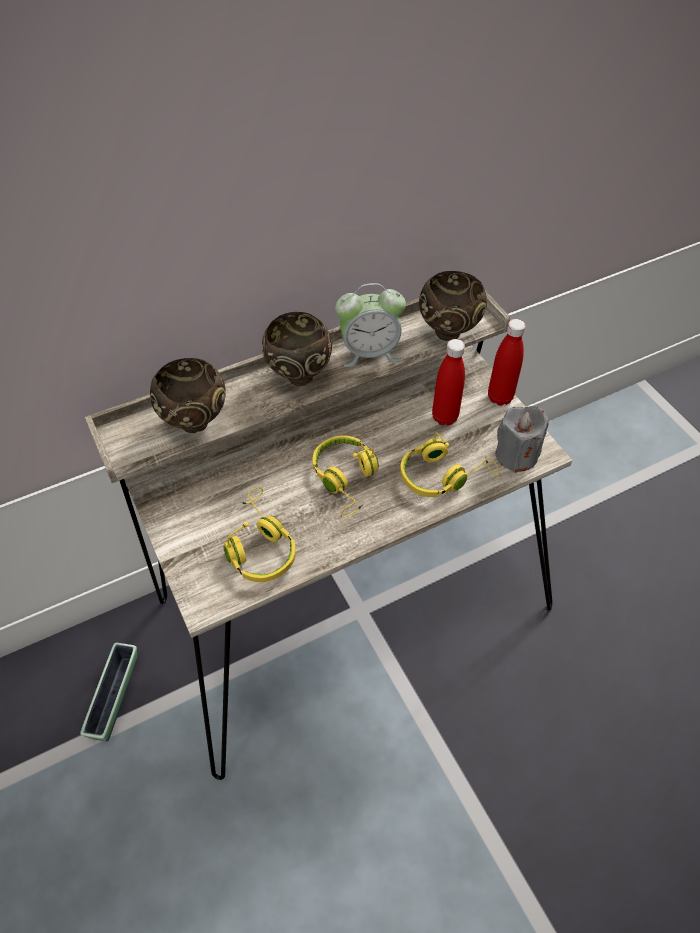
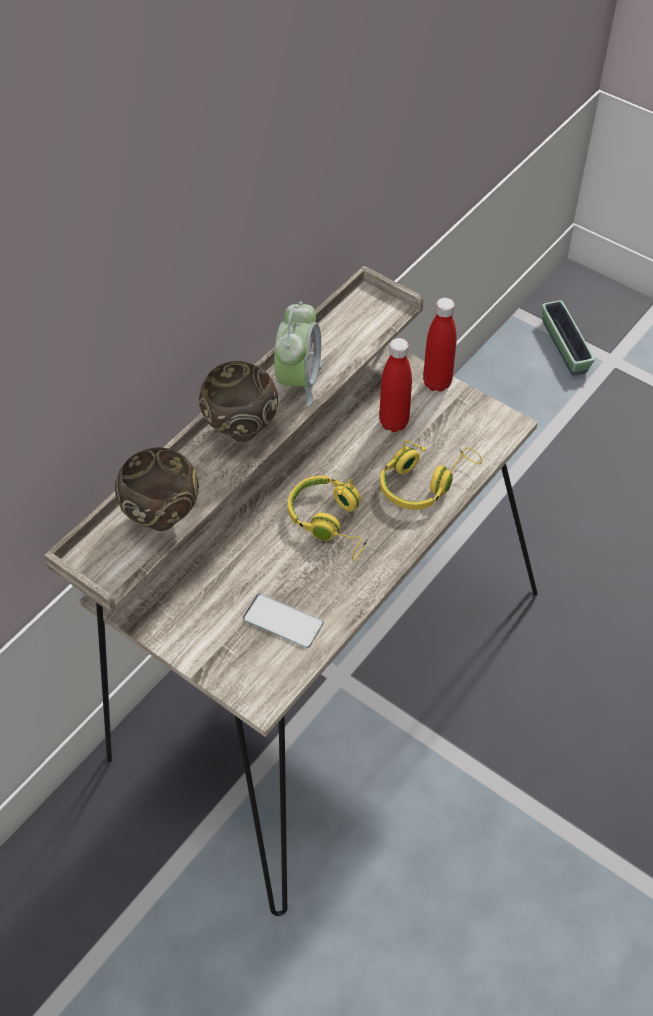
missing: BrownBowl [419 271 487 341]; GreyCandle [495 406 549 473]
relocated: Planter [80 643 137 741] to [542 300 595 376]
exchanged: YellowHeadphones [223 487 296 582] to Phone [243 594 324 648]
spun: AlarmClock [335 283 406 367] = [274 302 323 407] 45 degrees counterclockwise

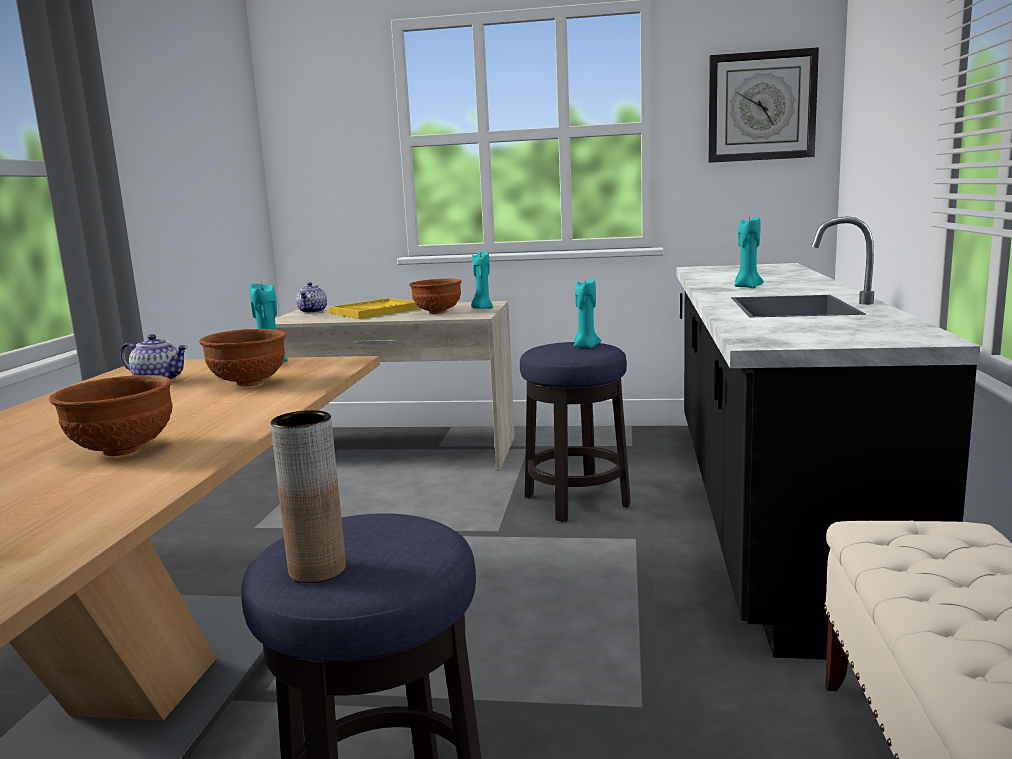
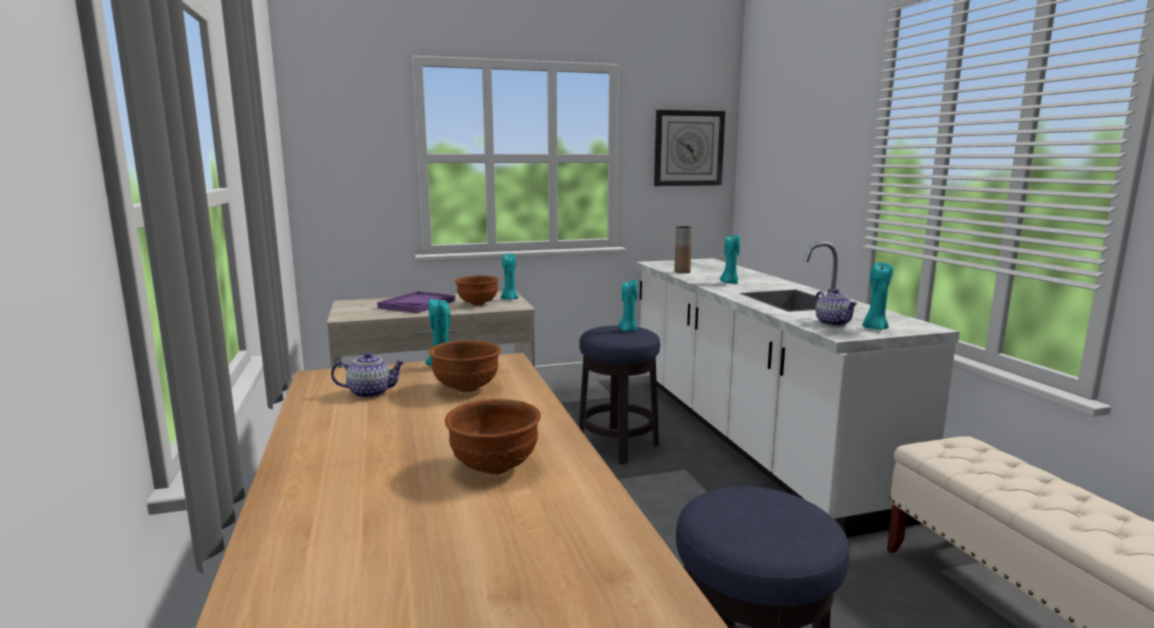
appeared: TurquoiseCandle [862 262 893 330]
relocated: Teapot [296 282 327 313] to [815 289 857 326]; BrownVase [270 410 346 583] to [674 226 692 273]
colour: BlackCounter [676 216 980 659] to WhiteCounter [636 242 960 537]; YellowTray [329 298 421 319] to PurpleTray [377 291 456 313]

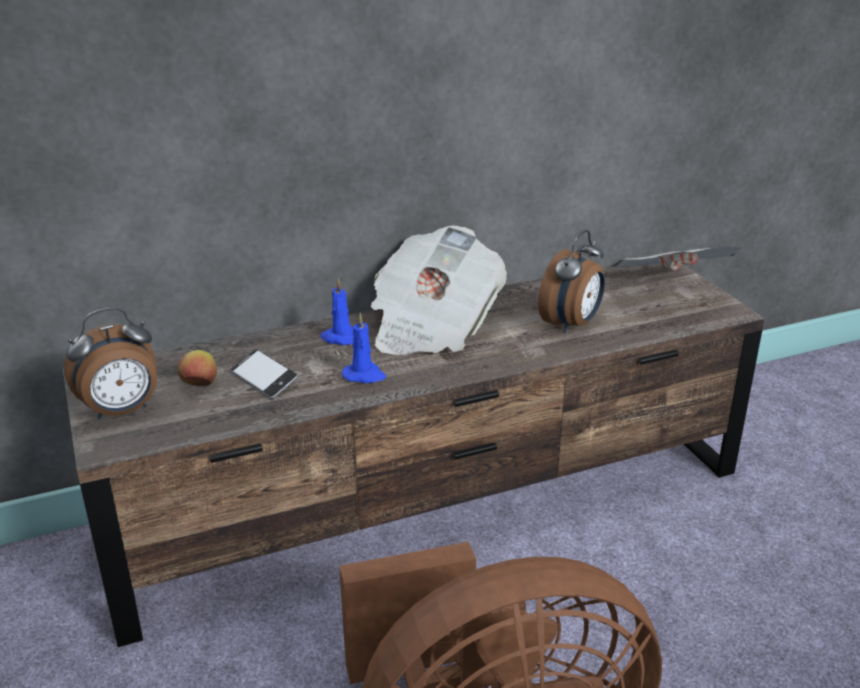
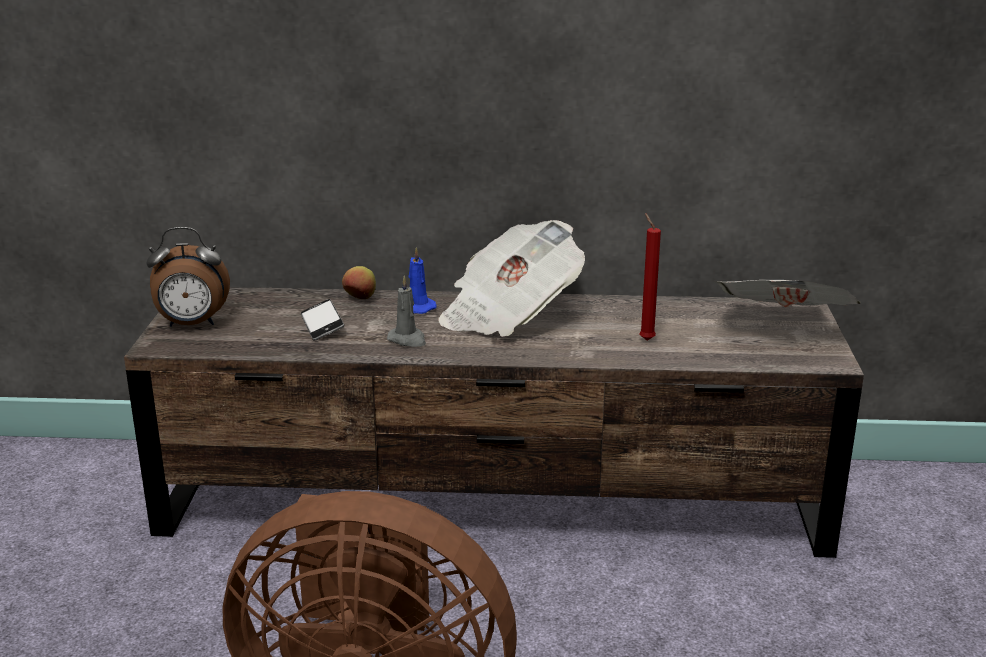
relocated: Apple [178 350 217 386] to [342 266 376 299]
exchanged: AlarmClock [538 230 605 333] to RedCandle [639 213 661 340]
colour: BlueCandle [342 313 386 383] to GreyCandle [387 275 426 347]

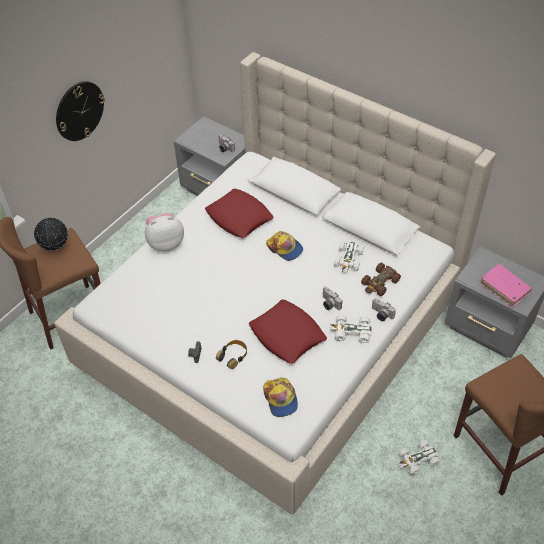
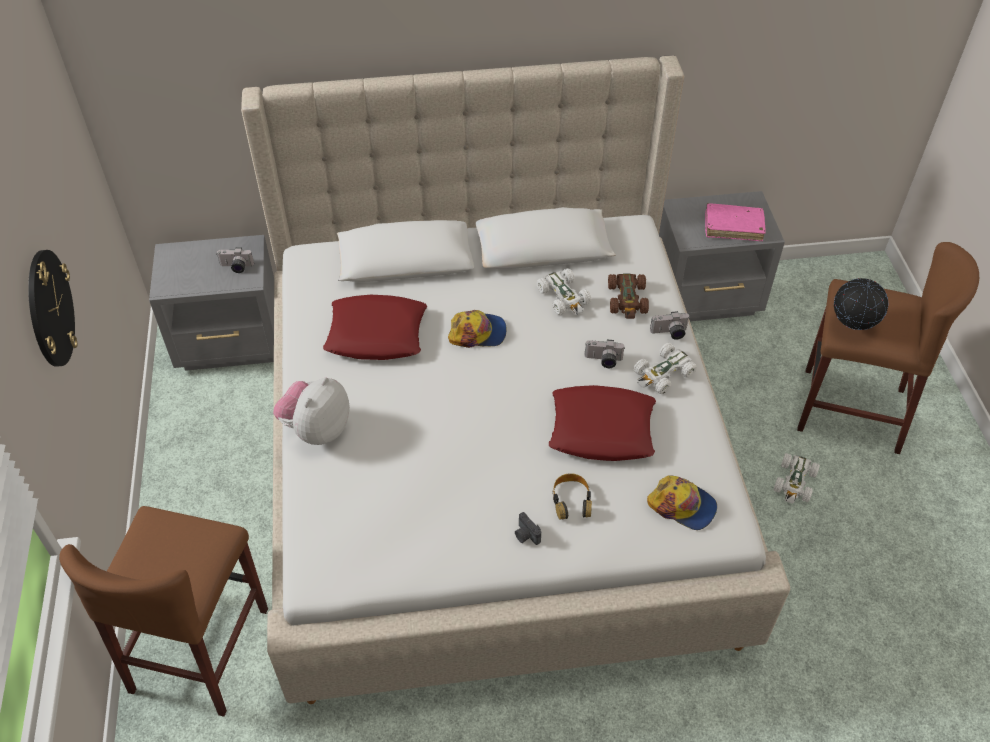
relocated: Globe [34 218 68 251] to [834 278 888 330]

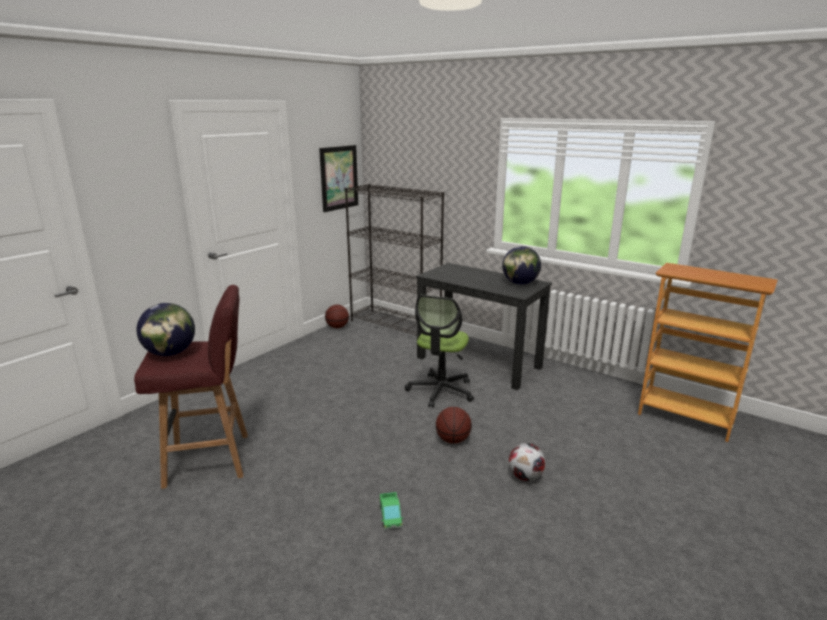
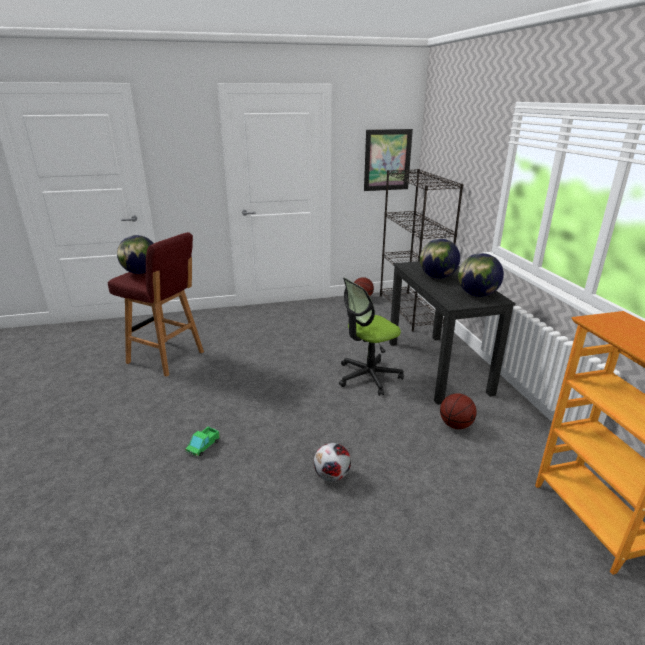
appeared: Globe [420 239 460 278]
relocated: Basketball [436 407 472 444] to [440 393 477 429]

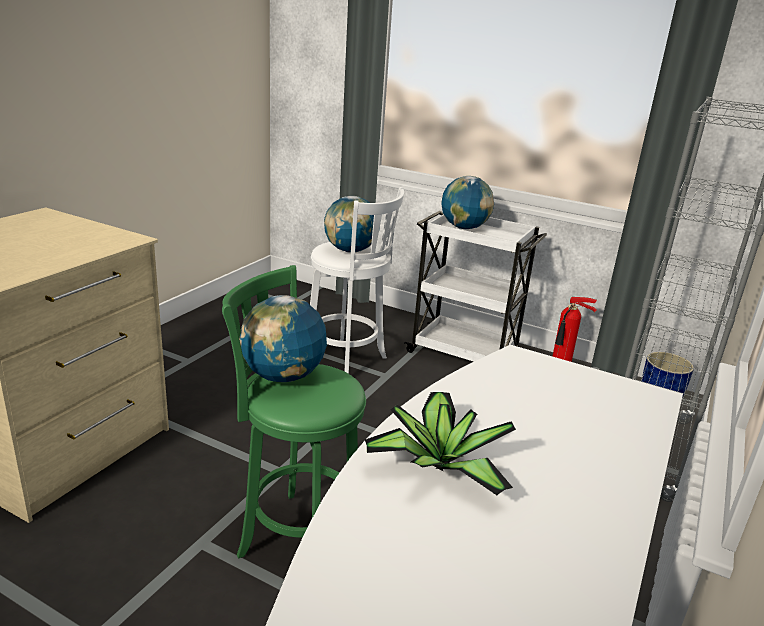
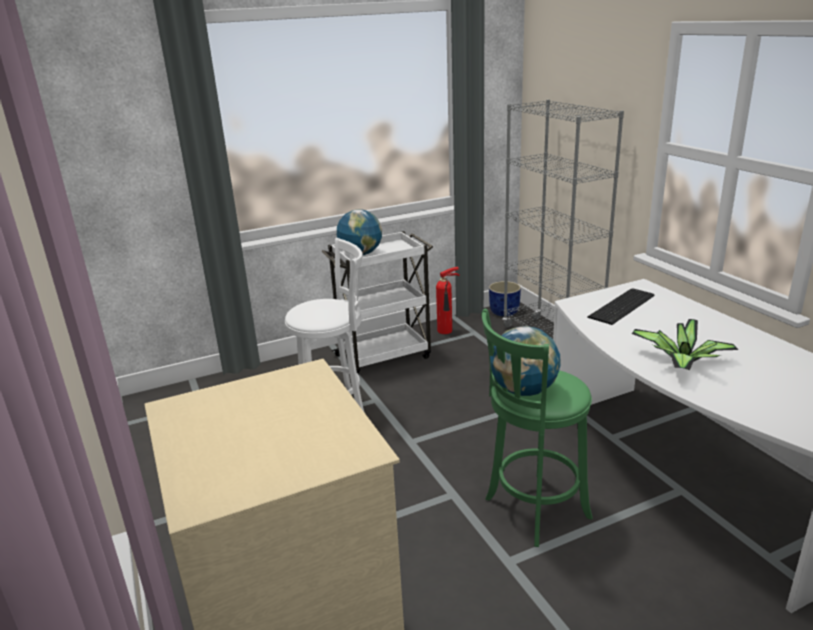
missing: Globe [324 196 380 253]
appeared: Keyboard [587 288 655 325]

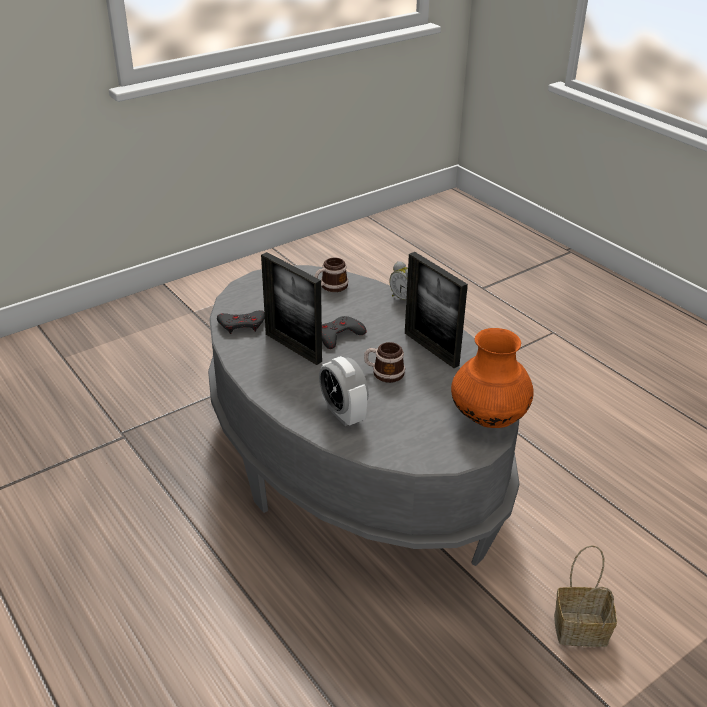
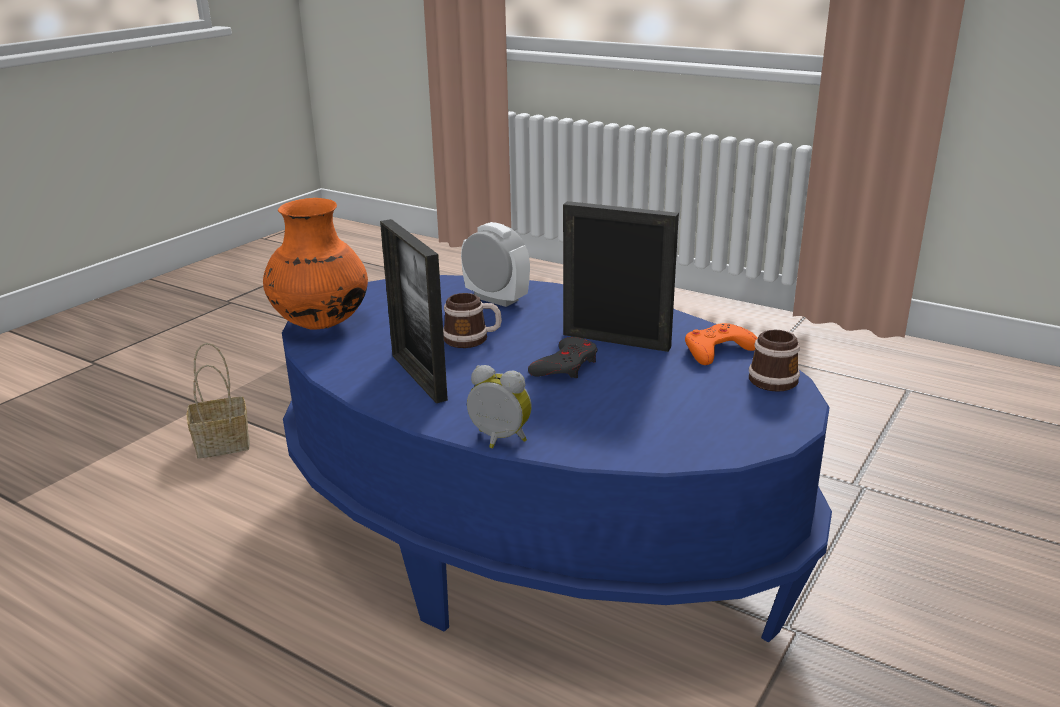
relocated: Mug [314 257 348 292] to [749 330 800 392]
colour: GreyCoffeeTable [208 265 520 566] to BlueCoffeeTable [282 275 832 642]; GreyGameController [217 310 265 334] to OrangeGameController [685 323 757 365]
spun: PictureFrame [405 252 468 368] = [380 219 448 403] 150 degrees counterclockwise

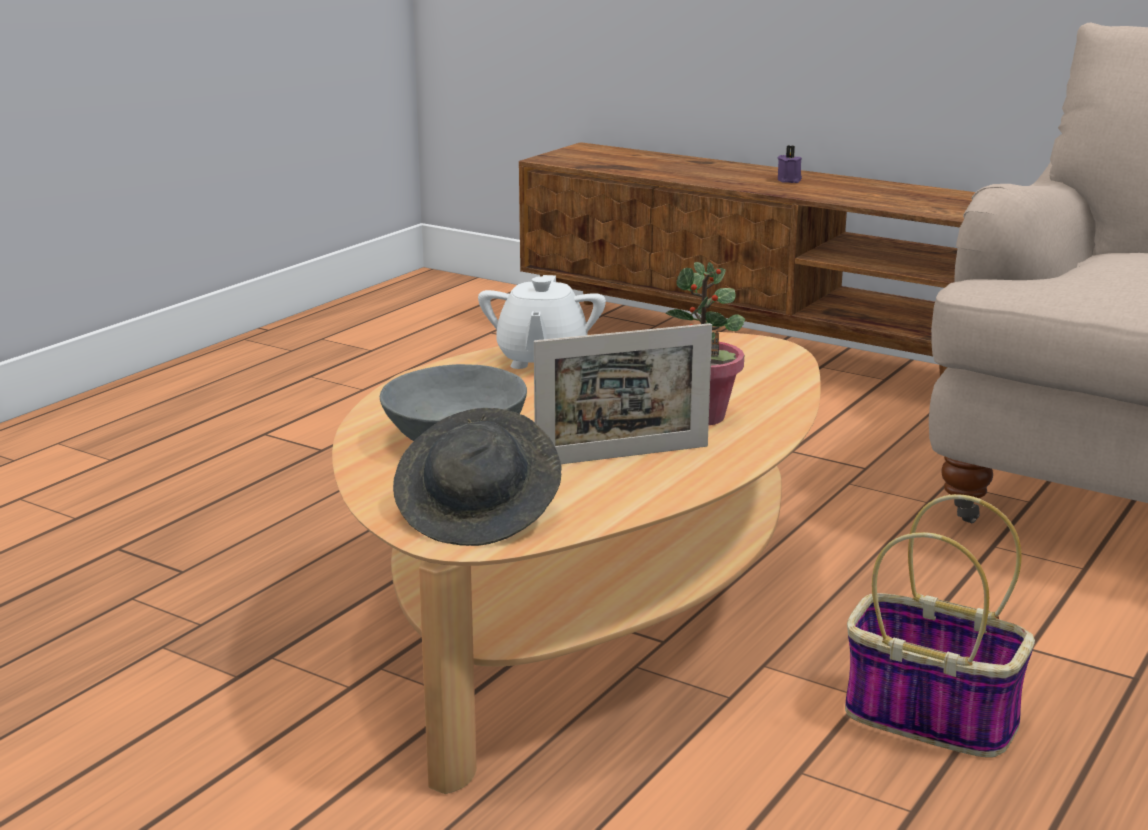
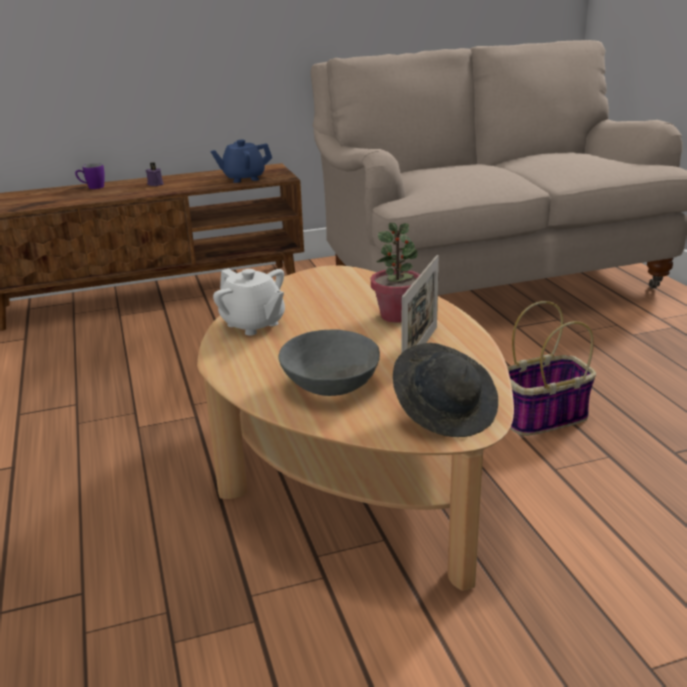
appeared: BlueTeapot [211 140 272 183]; PurpleMug [75 163 105 189]

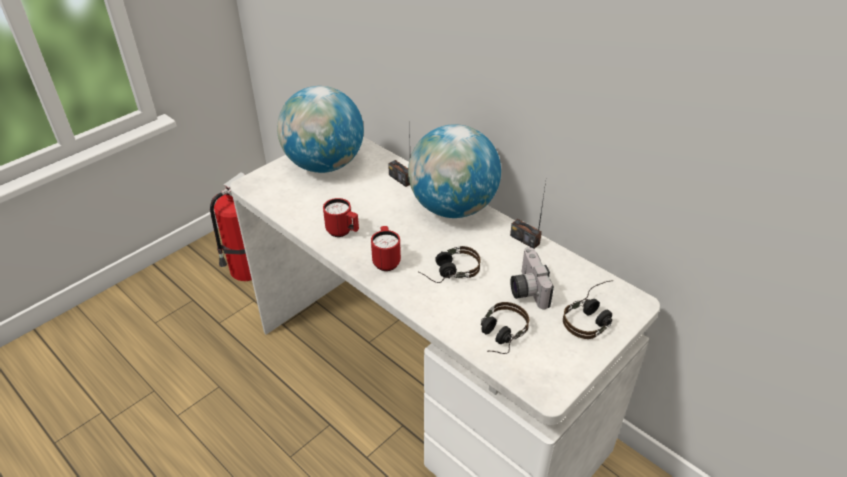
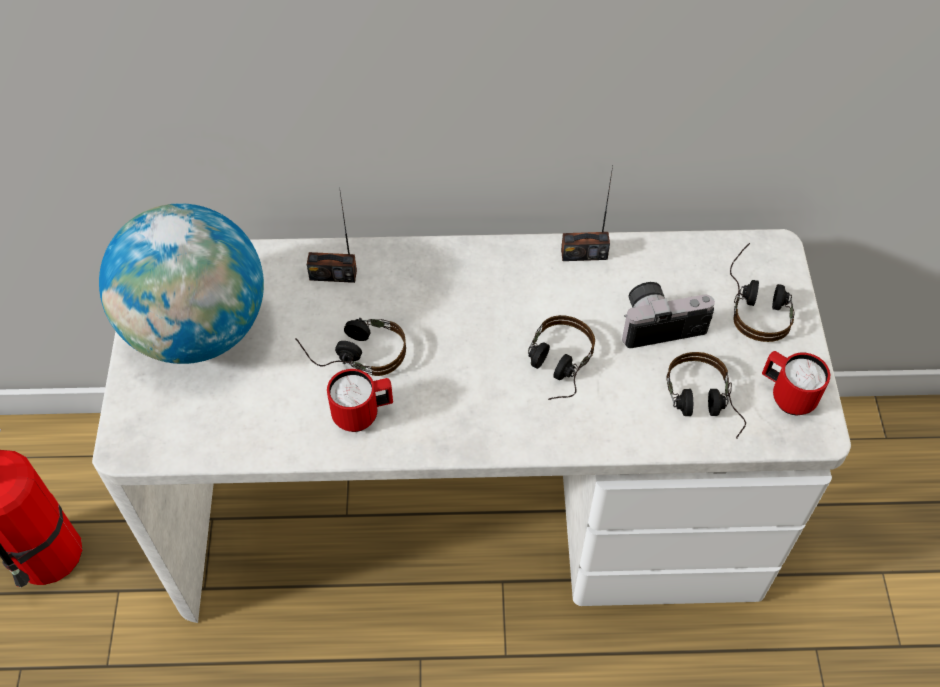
missing: Globe [408 124 501 218]
appeared: Headphones [295 318 406 376]
relocated: RedMug [371 226 401 271] to [762 351 830 415]
spun: PhotoCamera [510 247 554 309] = [622 282 715 348] 135 degrees clockwise

